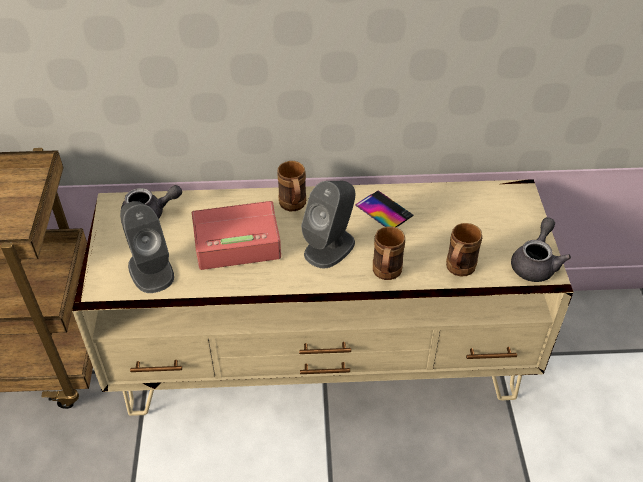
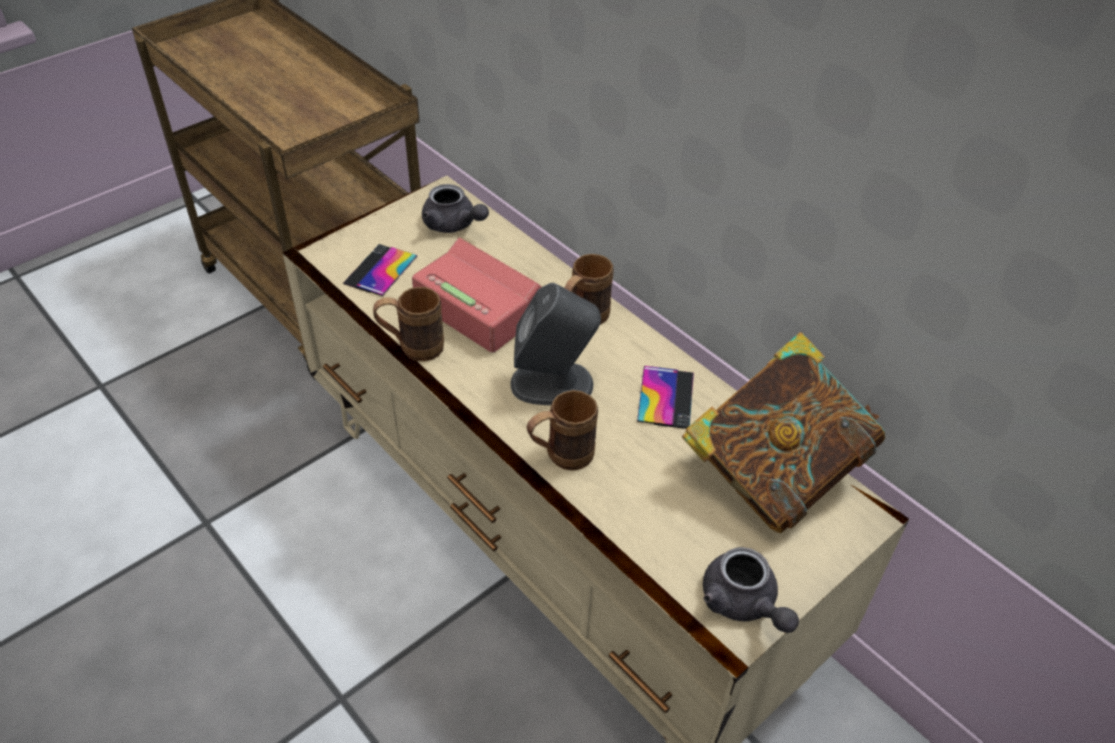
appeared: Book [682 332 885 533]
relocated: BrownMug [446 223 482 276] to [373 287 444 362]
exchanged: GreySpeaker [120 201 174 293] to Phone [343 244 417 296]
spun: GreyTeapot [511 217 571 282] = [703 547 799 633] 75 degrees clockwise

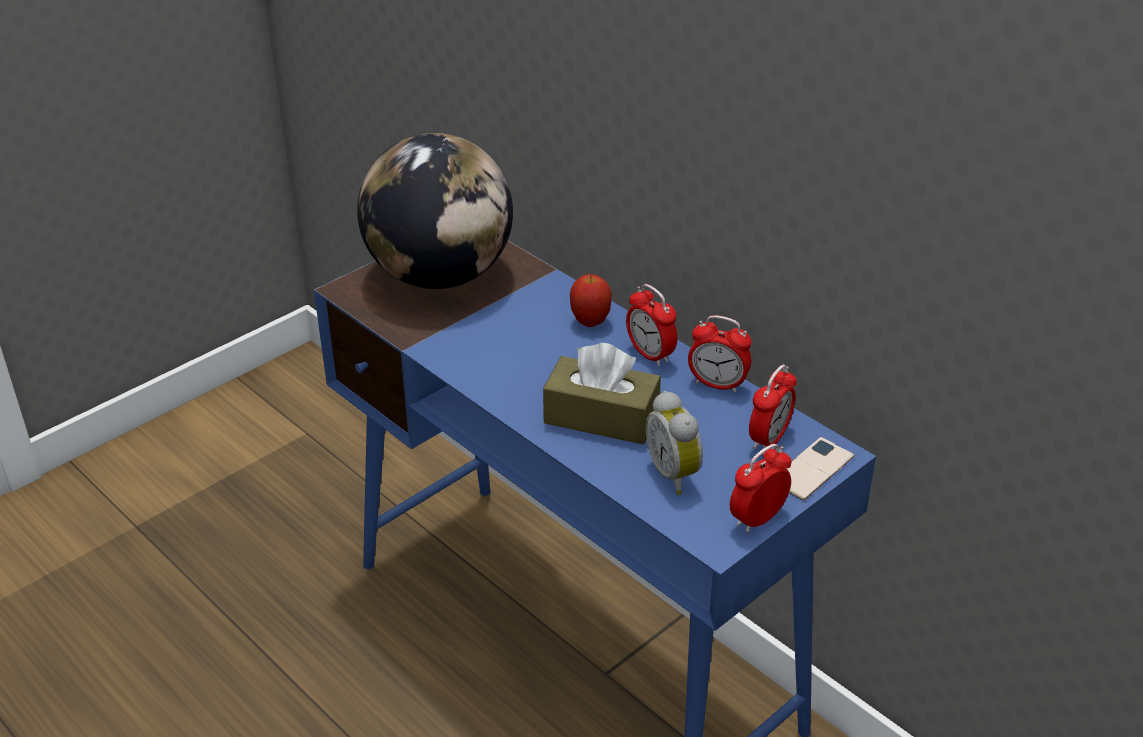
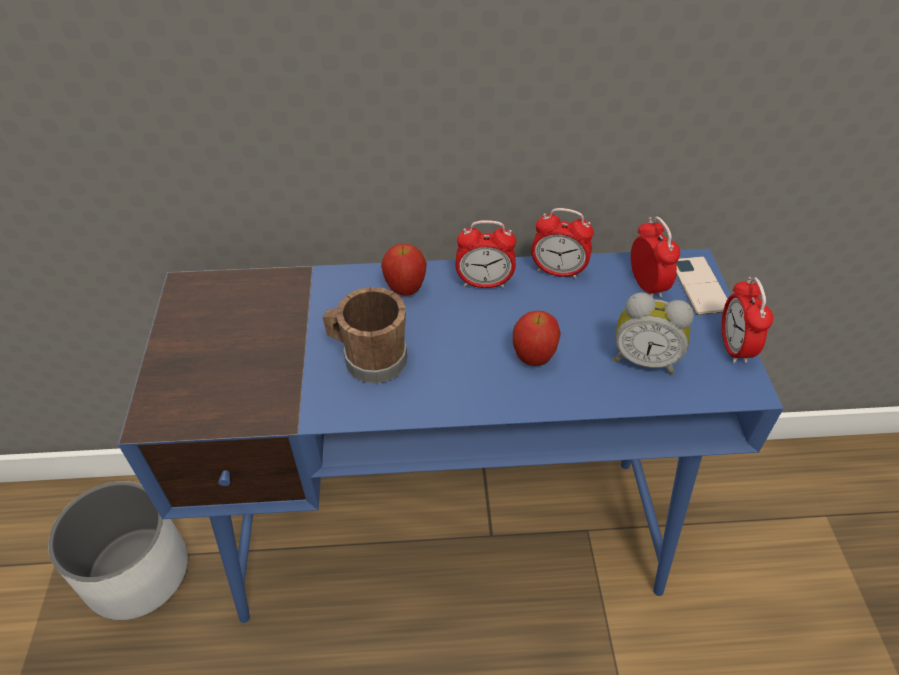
missing: Globe [357 133 513 289]
appeared: BrownMug [323 287 407 383]; WhitePlanter [48 481 188 620]
exchanged: BrownTissueBox [543 343 661 444] to Apple [513 311 561 366]
spun: AlarmClock [688 315 751 393] = [531 208 594 279] 45 degrees clockwise

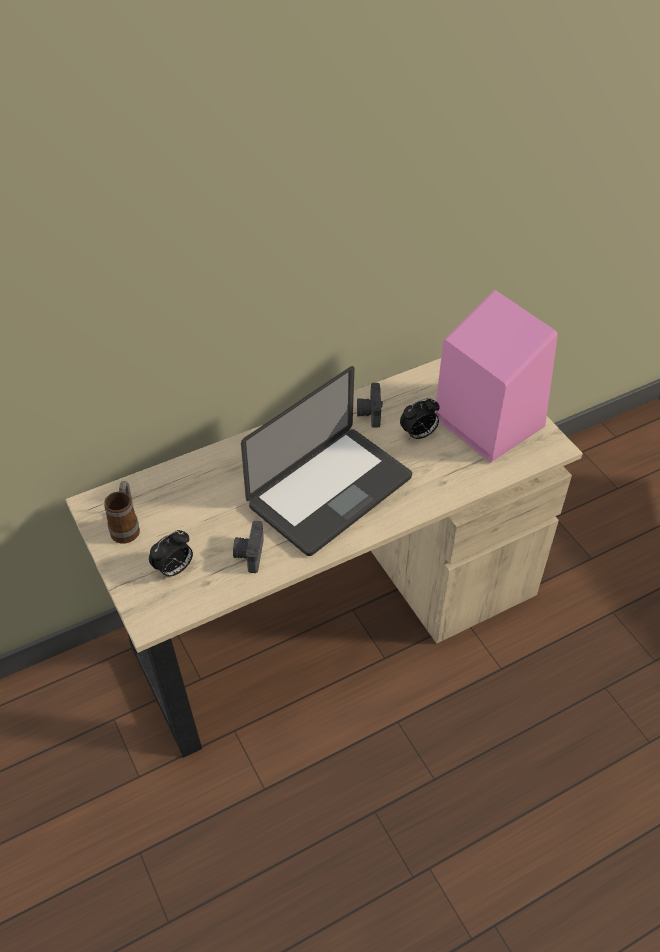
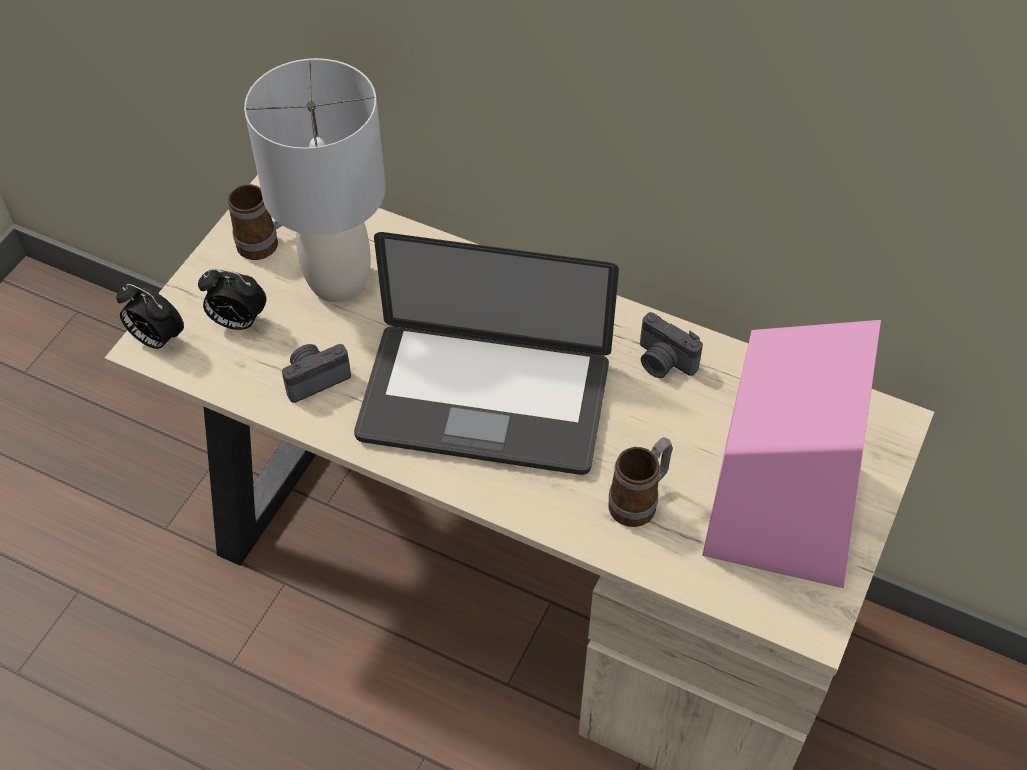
appeared: GreyTableLamp [244 58 386 302]; Mug [609 437 673 527]
relocated: AlarmClock [400 398 440 440] to [116 284 184 350]
spun: PhotoCamera [357 383 383 428] = [640 312 703 378] 105 degrees counterclockwise

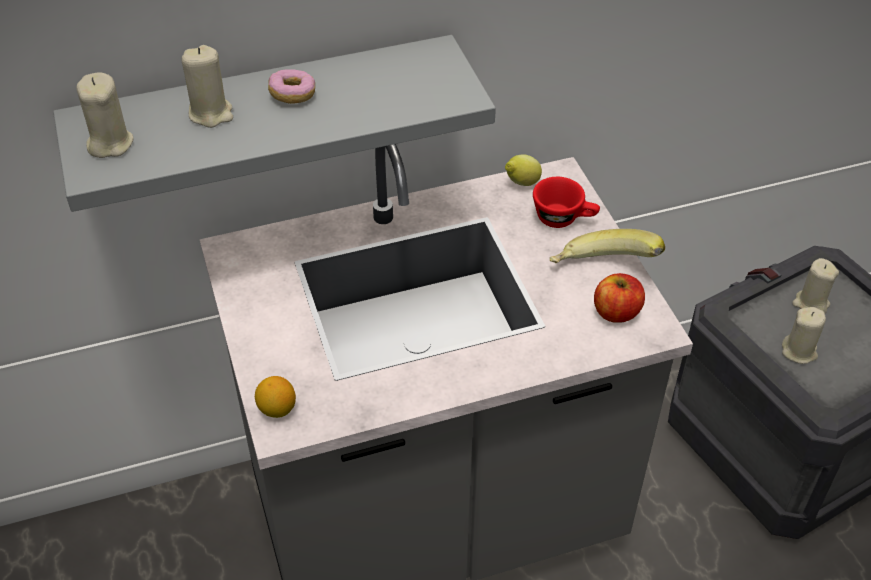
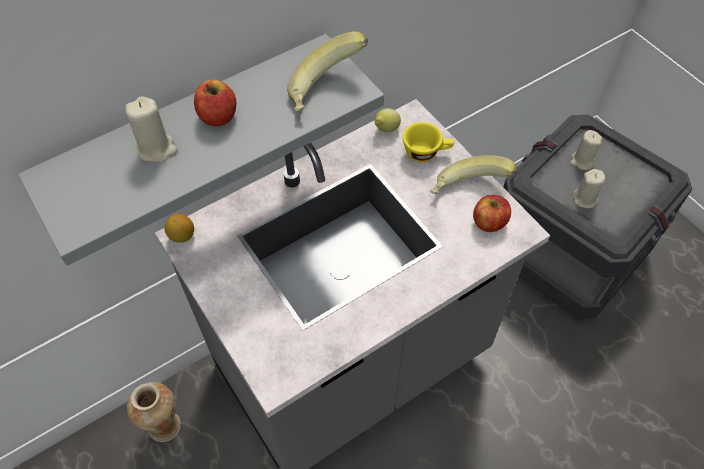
missing: BeigeCandle [76 72 134 158]
appeared: Banana [287 31 368 112]; Vase [127 382 181 442]
relocated: Lemon [255 376 296 418] to [165 214 194 243]
exchanged: Donut [268 69 315 104] to Apple [194 80 236 126]
colour: RedCup [533 177 600 228] to YellowCup [403 122 454 162]

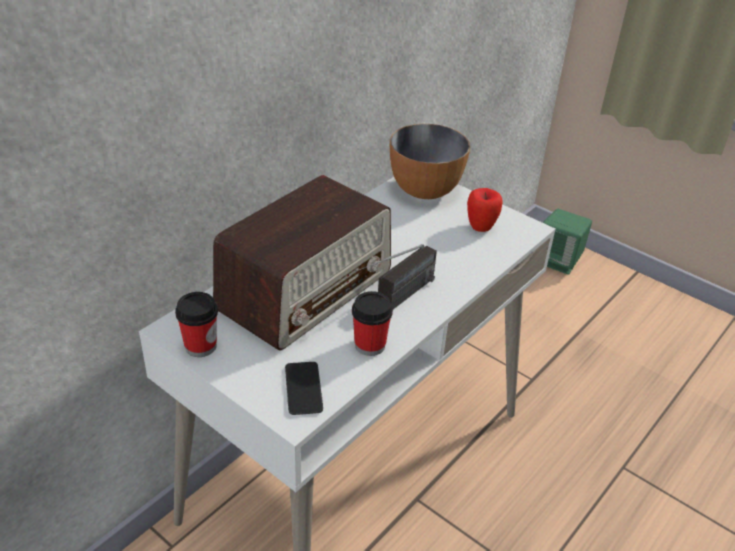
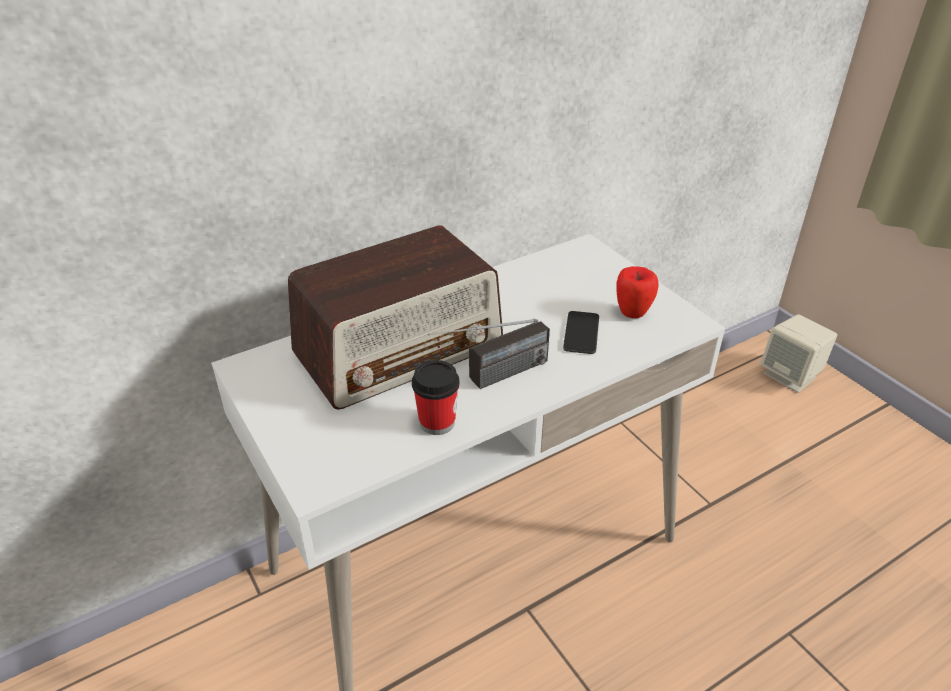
missing: Bowl [390 124 470 199]; Cup [175 292 218 357]
relocated: Phone [285 362 323 415] to [563 311 599 354]
colour: GreenSpeaker [543 209 592 275] to BeigeSpeaker [760 314 837 393]

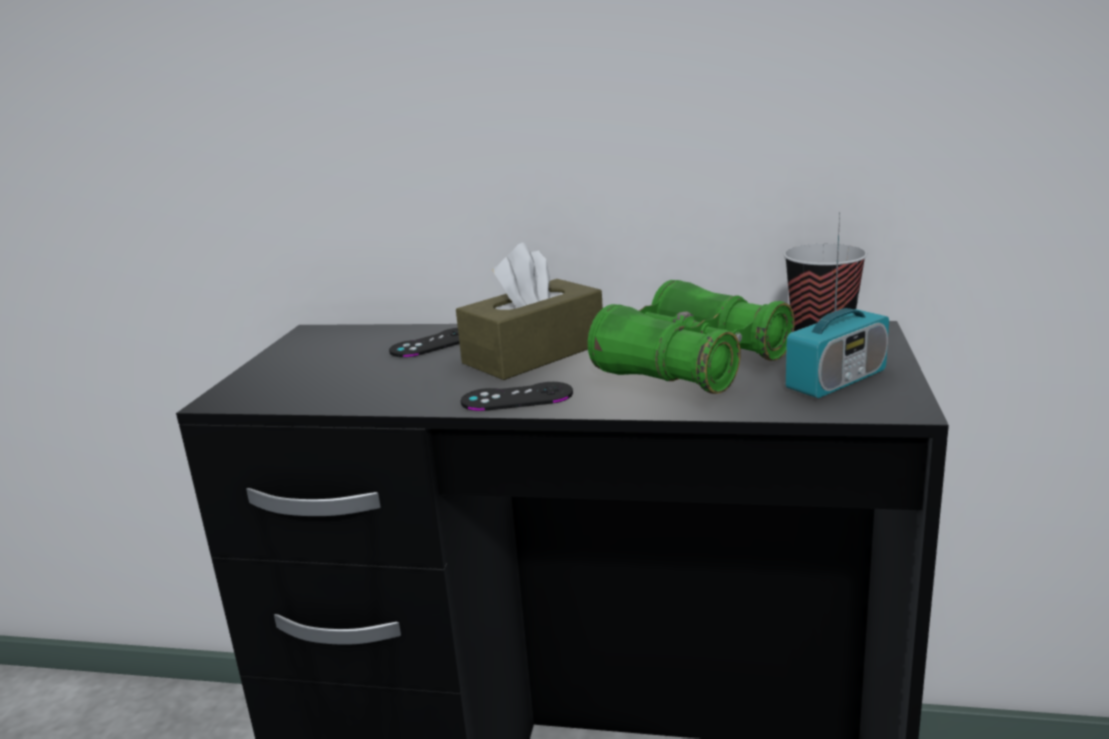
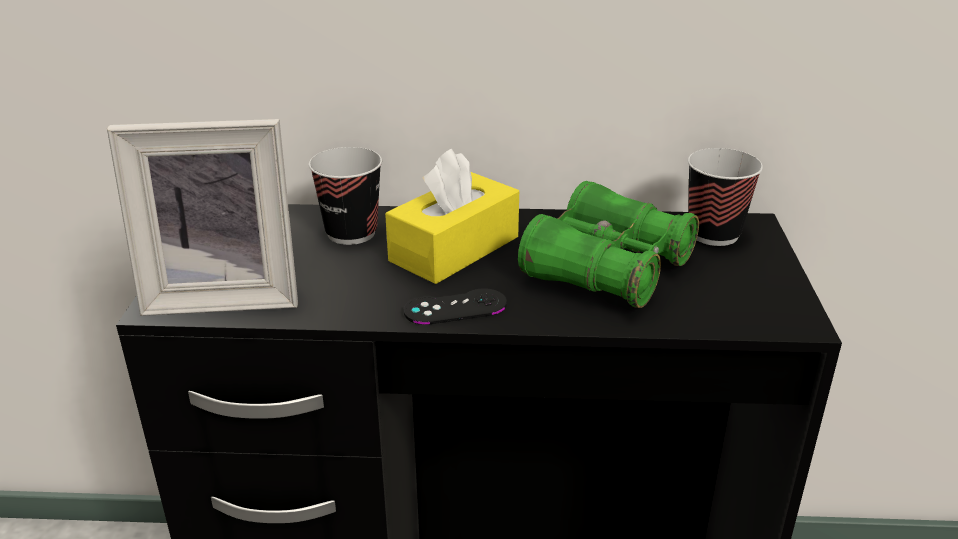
missing: Radio [786 212 889 398]
appeared: PictureFrame [107 119 298 316]
exchanged: BlackGameController [389 328 460 357] to Cup [309 147 382 245]
colour: BrownTissueBox [456 242 603 380] to YellowTissueBox [385 149 519 284]

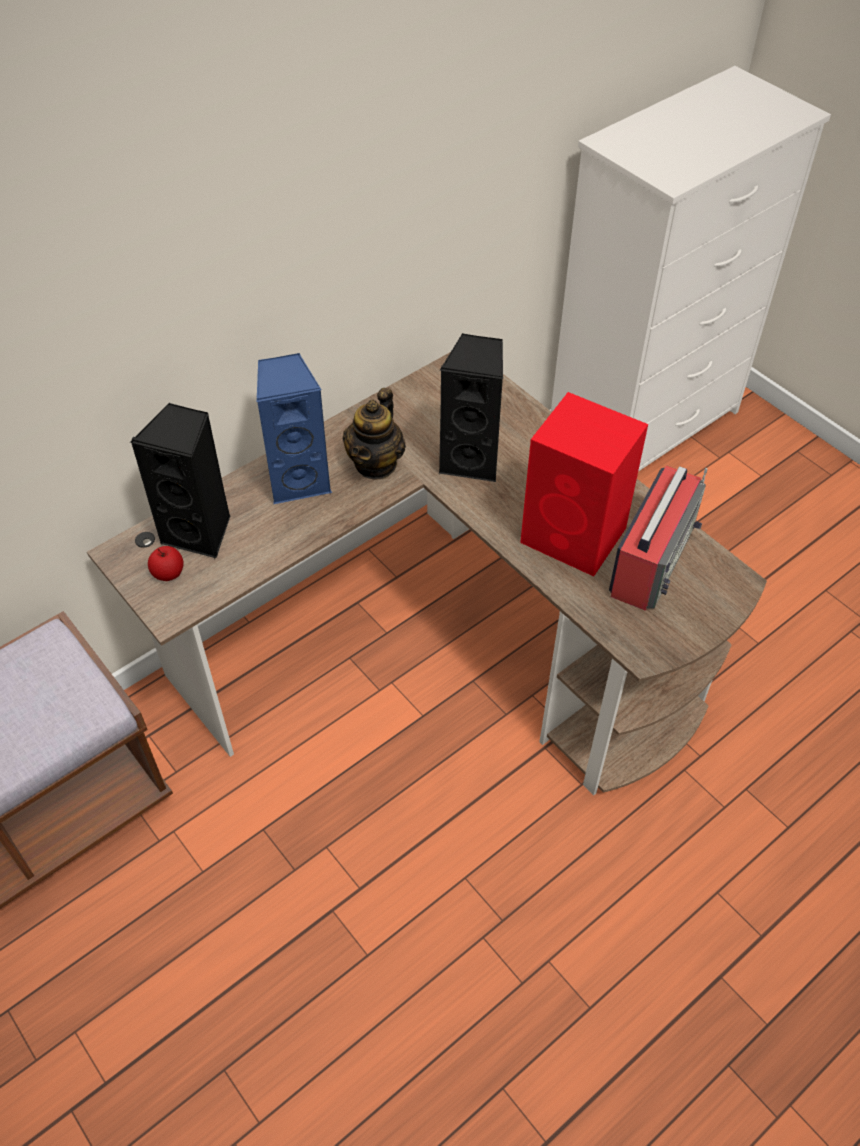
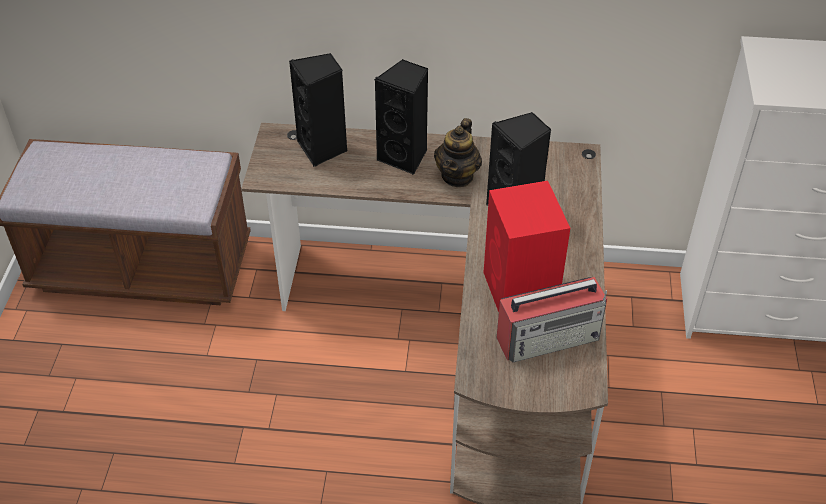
missing: Apple [148 546 184 581]
colour: BlueSpeaker [256 353 332 505] to BlackSpeaker [374 59 428 175]
spun: Teapot [343 388 406 480] = [434 118 482 187] 45 degrees counterclockwise

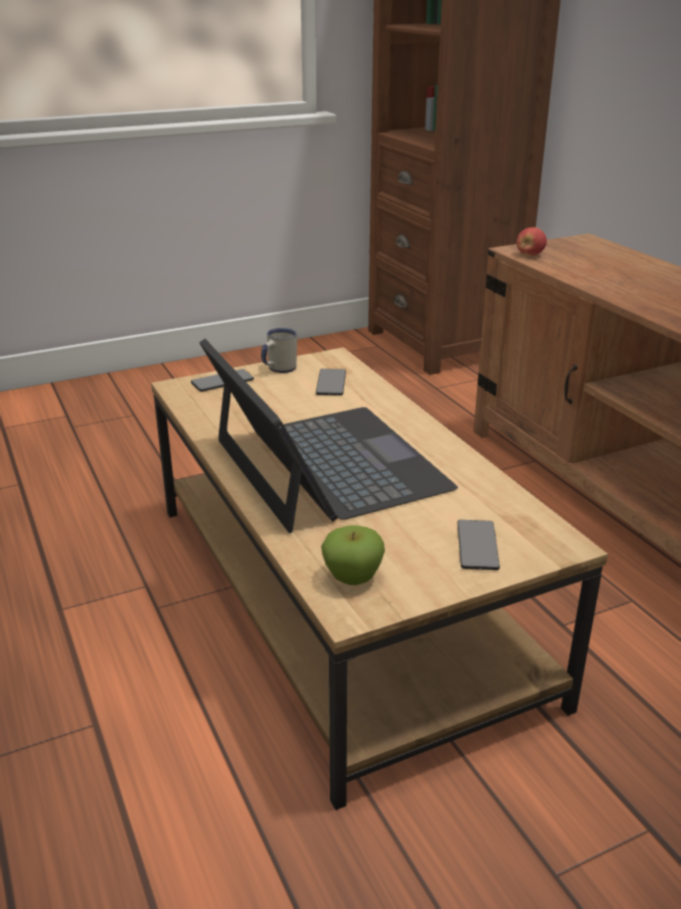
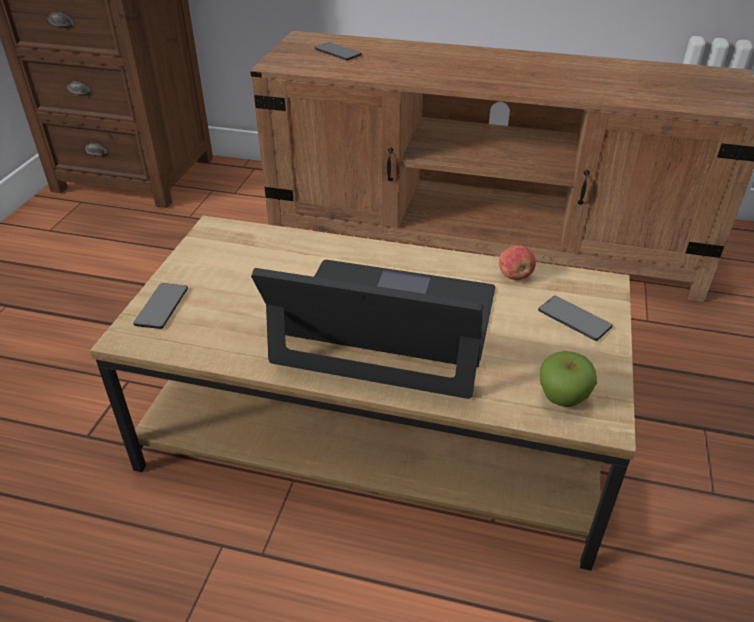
missing: WhiteMug [261 328 297 373]
relocated: Apple [516 227 547 256] to [499 245 536 280]; Phone [316 369 346 396] to [315 42 362 60]

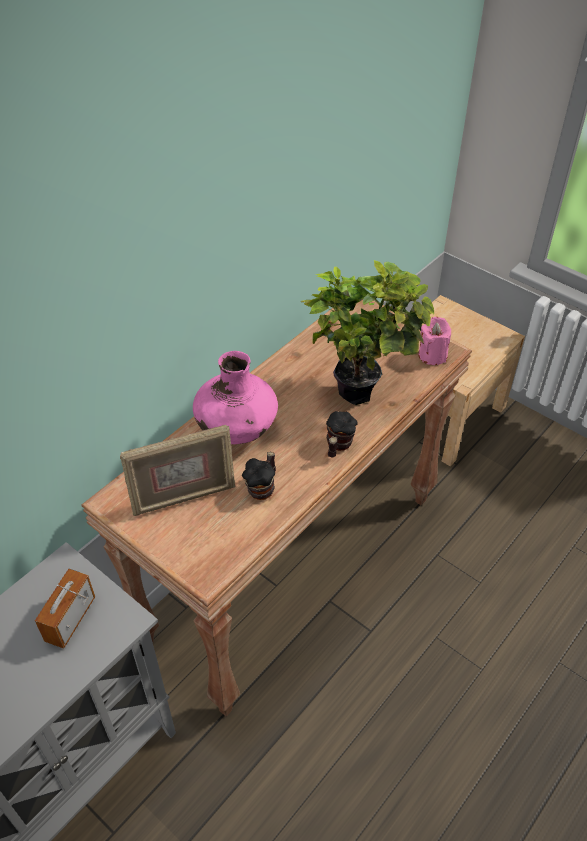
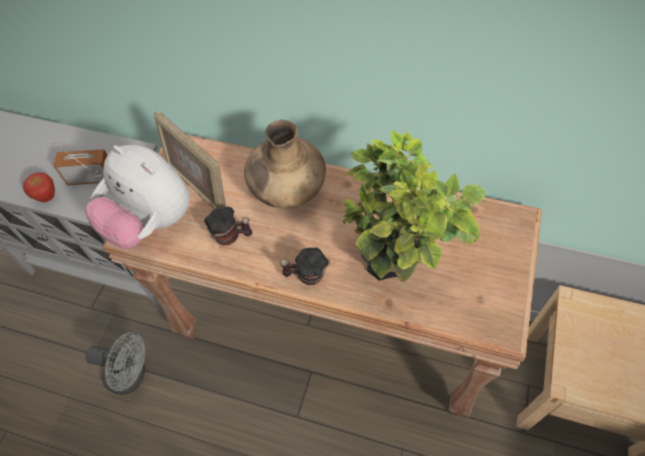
missing: PinkCandle [418 317 451 365]
appeared: PlushToy [85 145 190 249]; Apple [23 173 55 202]; GreyFan [85 332 145 395]
colour: PinkVase [193 351 278 444] to BrownVase [244 120 326 208]

